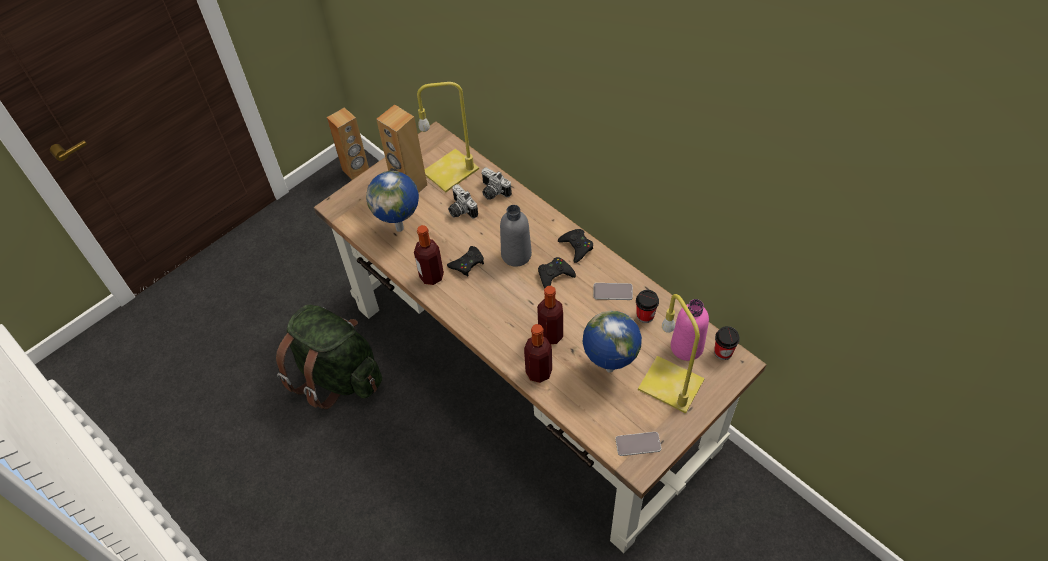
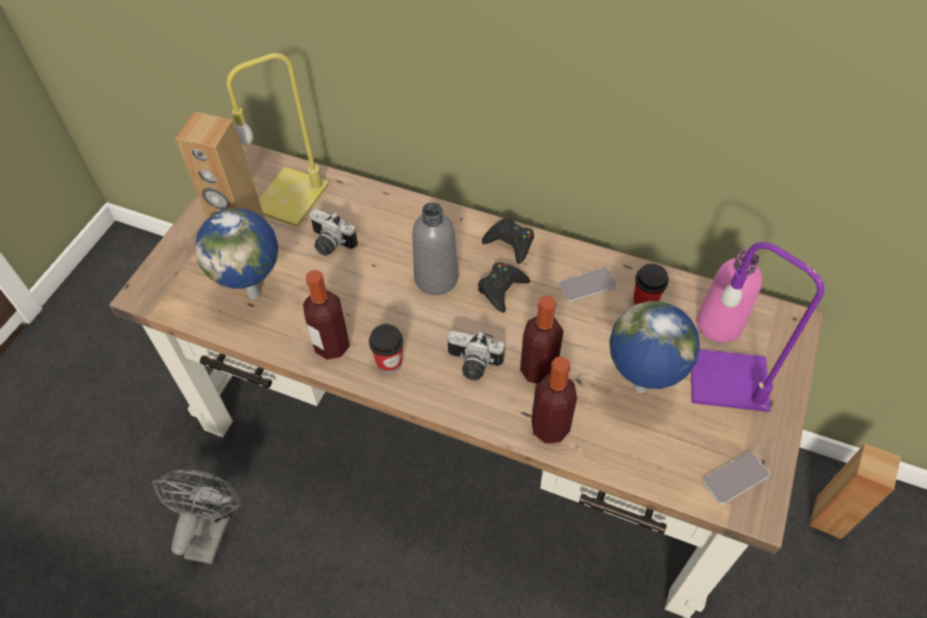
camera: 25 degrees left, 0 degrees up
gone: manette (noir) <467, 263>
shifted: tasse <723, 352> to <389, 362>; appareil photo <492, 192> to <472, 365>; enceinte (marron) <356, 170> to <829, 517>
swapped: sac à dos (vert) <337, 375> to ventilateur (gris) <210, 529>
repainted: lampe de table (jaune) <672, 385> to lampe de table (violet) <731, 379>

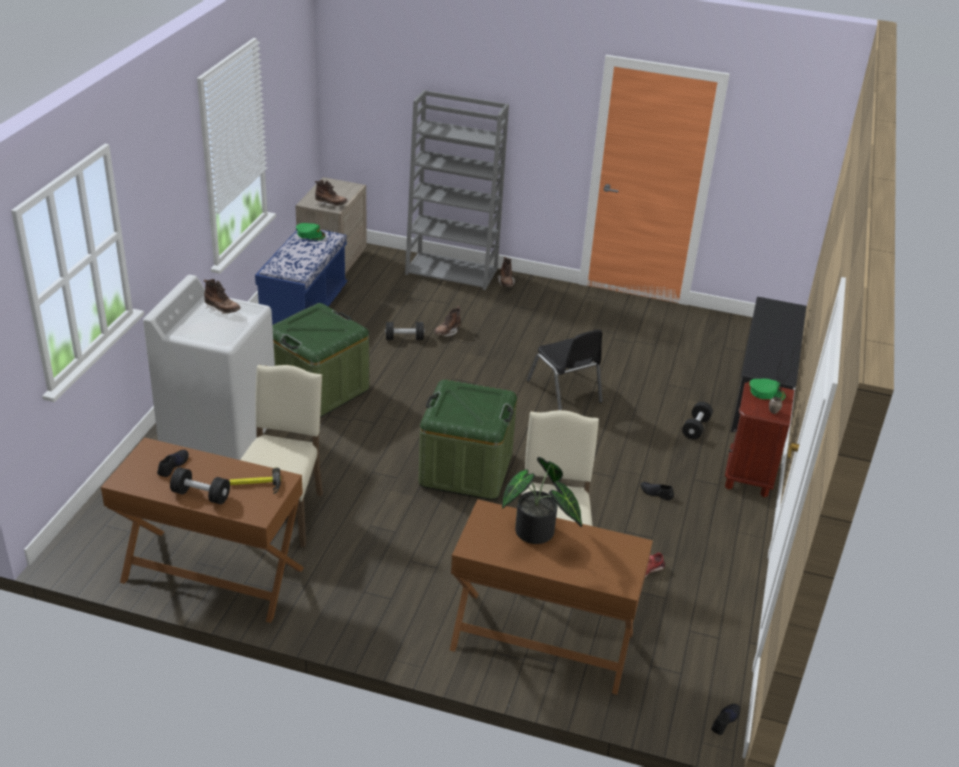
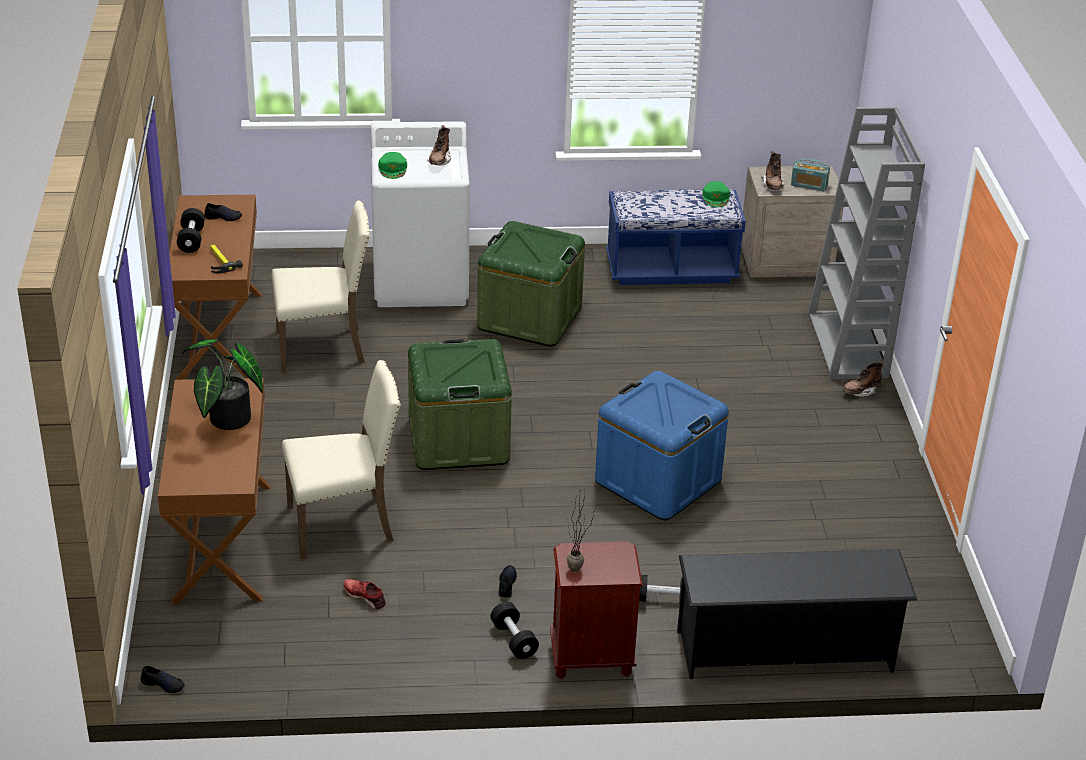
camera: 70 degrees right, 0 degrees up
gone: botte (marron) <447, 332>
new: radio <809, 185>
shifted: casquette (vert) <766, 392> to <393, 169>; haltère (noir) <404, 338> to <514, 640>
swapped: chaise (noir) <564, 391> to boîte de rangement (bleu) <658, 481>

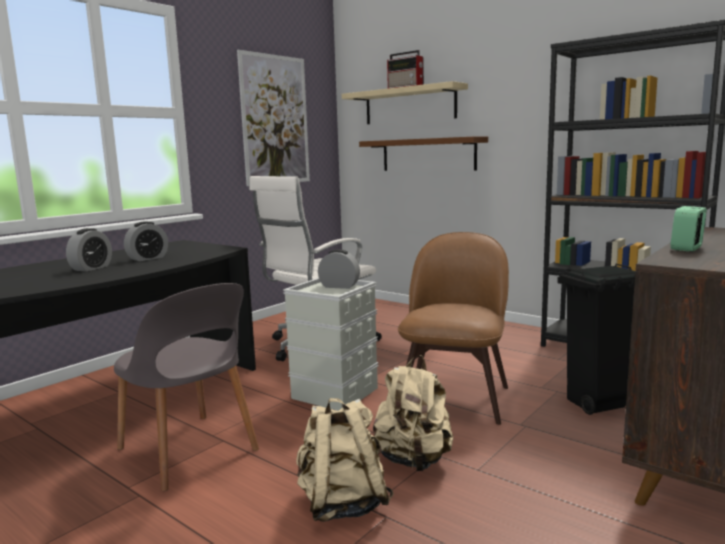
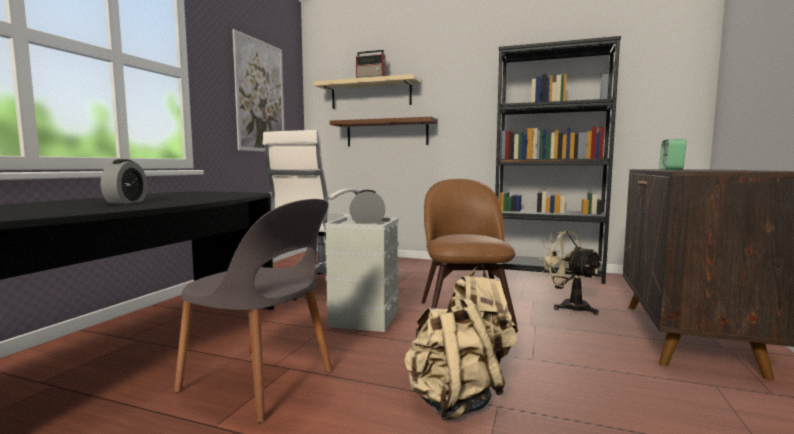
camera: 20 degrees left, 5 degrees down
gone: réveil <148, 258>
swapped: poubelle (noir) <597, 404> to ventilateur (beige) <568, 306>

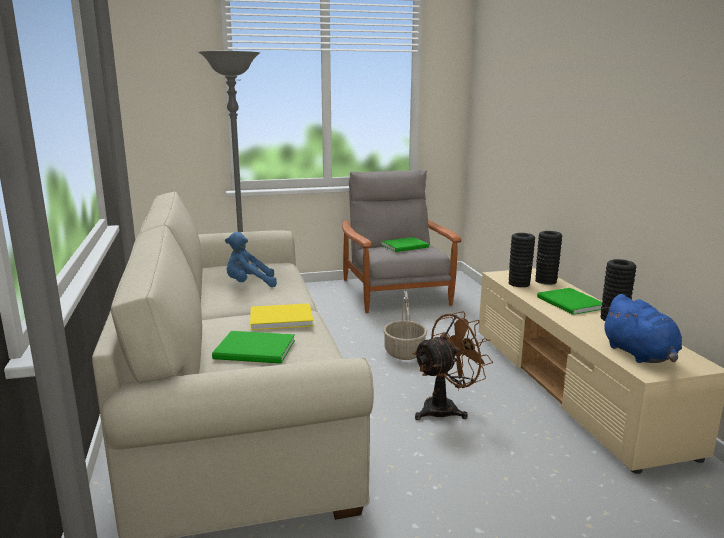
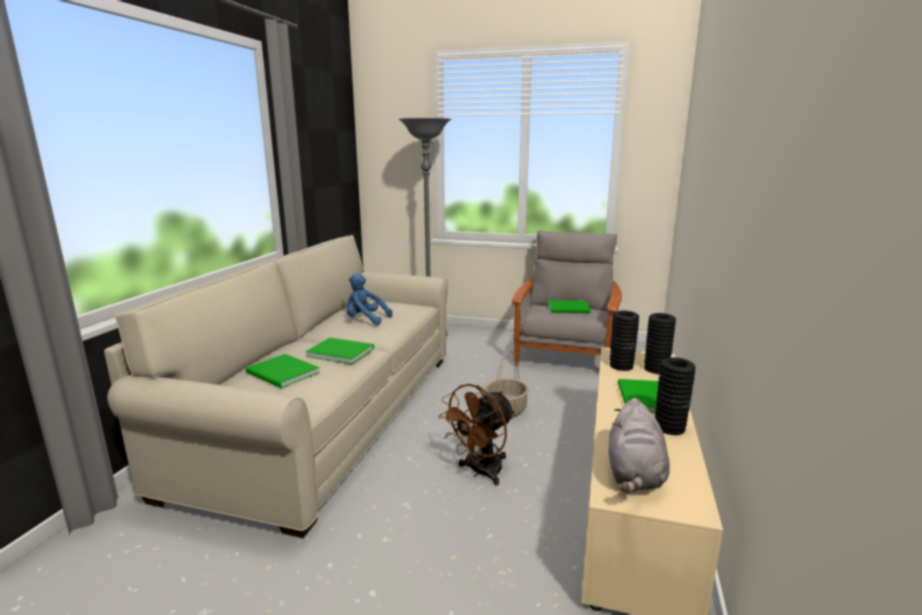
camera: 30 degrees right, 0 degrees up
repainted: livre (jaune) <279, 318> to livre (vert) <340, 351>; peluche (bleu) <640, 355> to peluche (gris) <634, 475>
rotated: ventilateur (marron) <446, 408> = <480, 472> 135 degrees clockwise

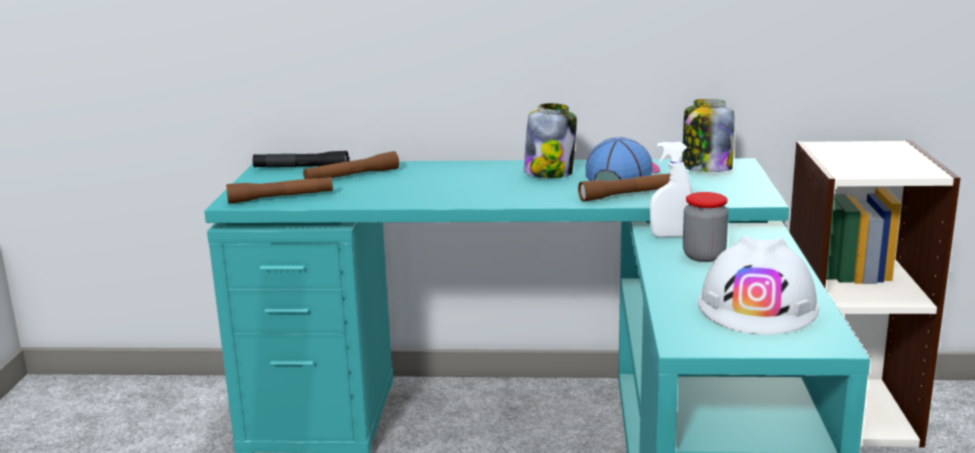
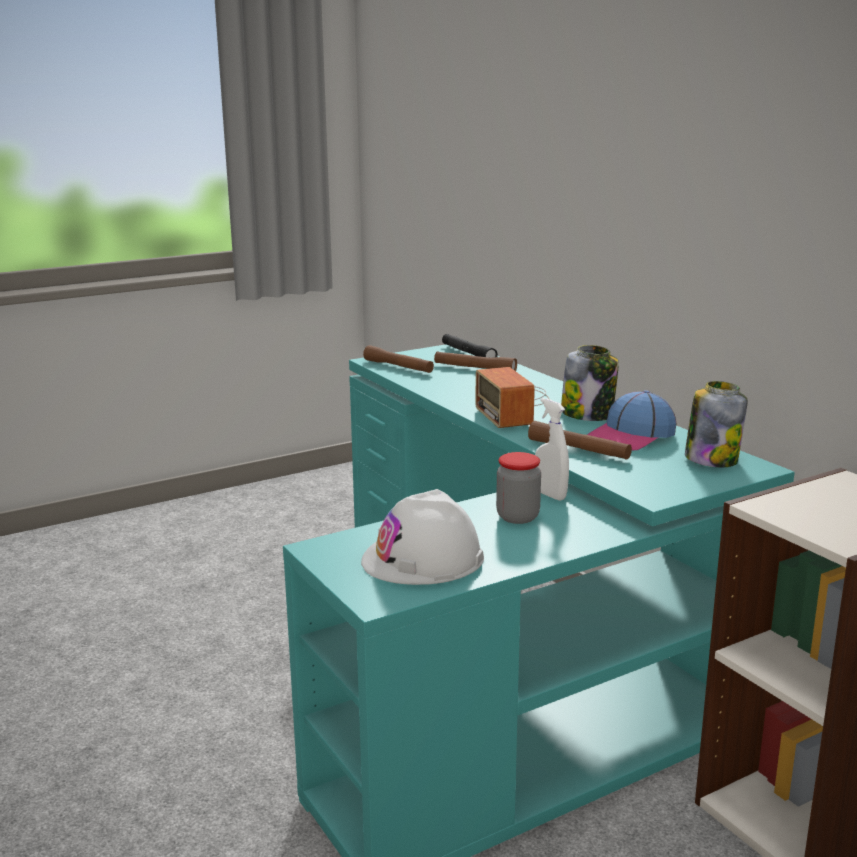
camera: 55 degrees right, 0 degrees up
new: radio <514, 404>
rotated: casquette <622, 174> = <631, 436> 150 degrees clockwise

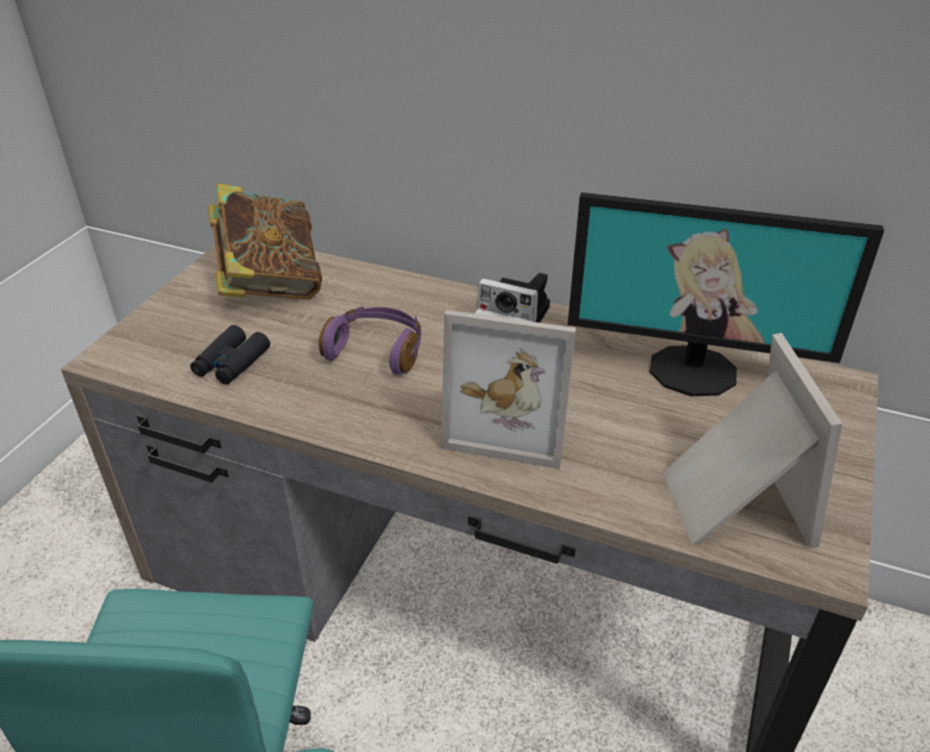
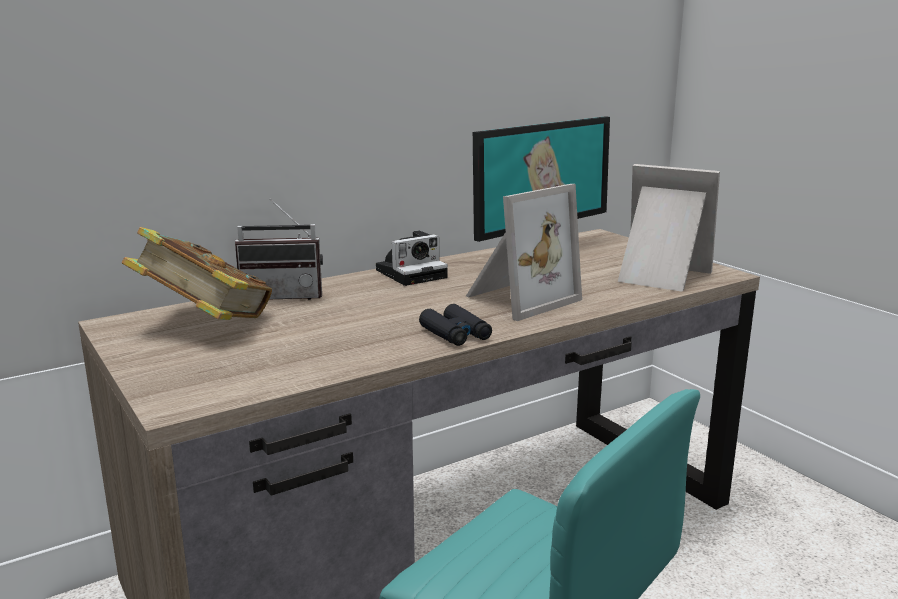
camera: 55 degrees left, 20 degrees down
gone: casque audio (violet) <376, 350>
new: radio <283, 295>
shifted: jumelles (noir) <231, 363> to <455, 334>

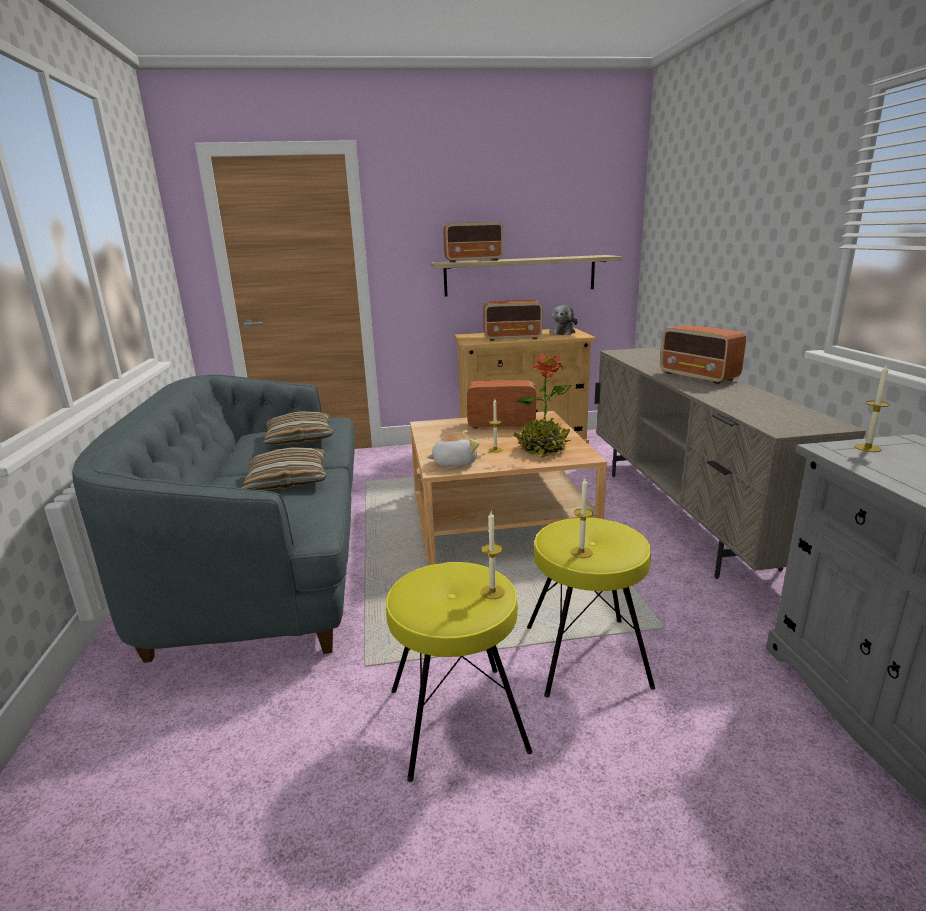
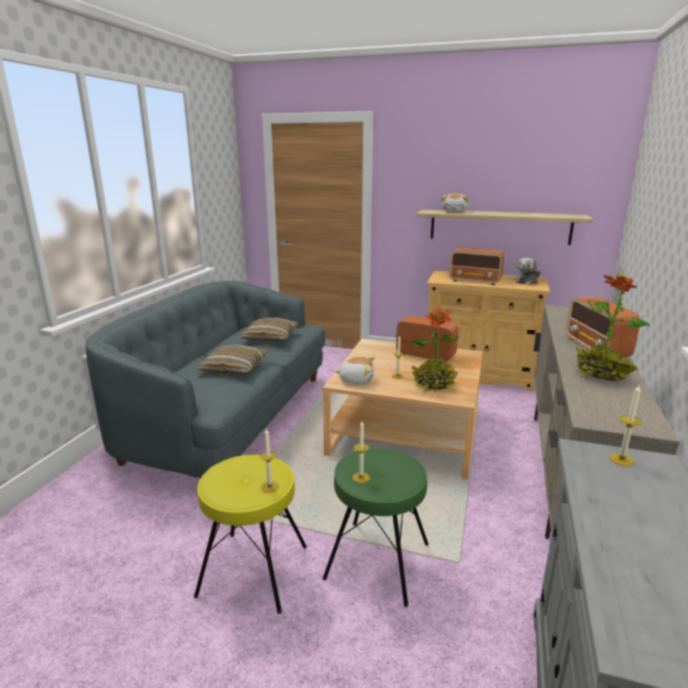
camera: 25 degrees right, 0 degrees up
new: plante en pot <601, 375>
swapped: radio <474, 261> to peluche <455, 212>
repainted: tabouret (jaune) <585, 655> to tabouret (vert) <377, 560>

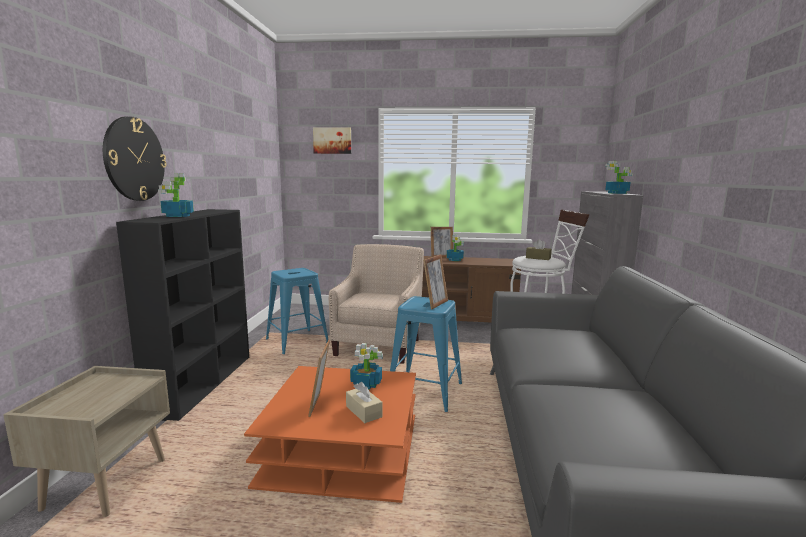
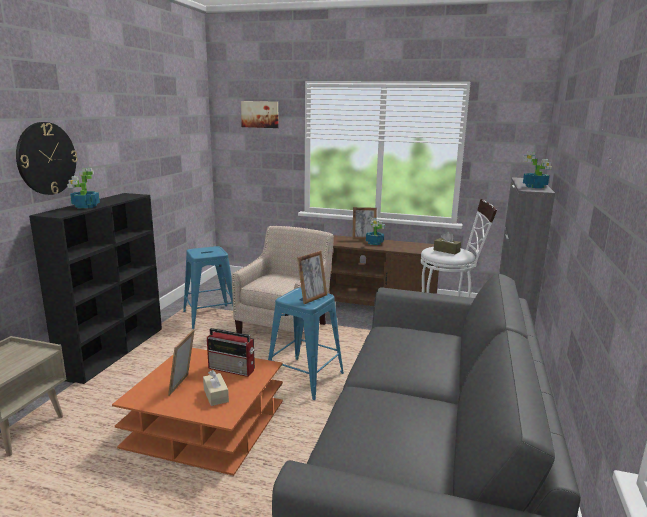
camera: 10 degrees right, 5 degrees up
swapped: plante en pot <366, 383> to radio <232, 369>

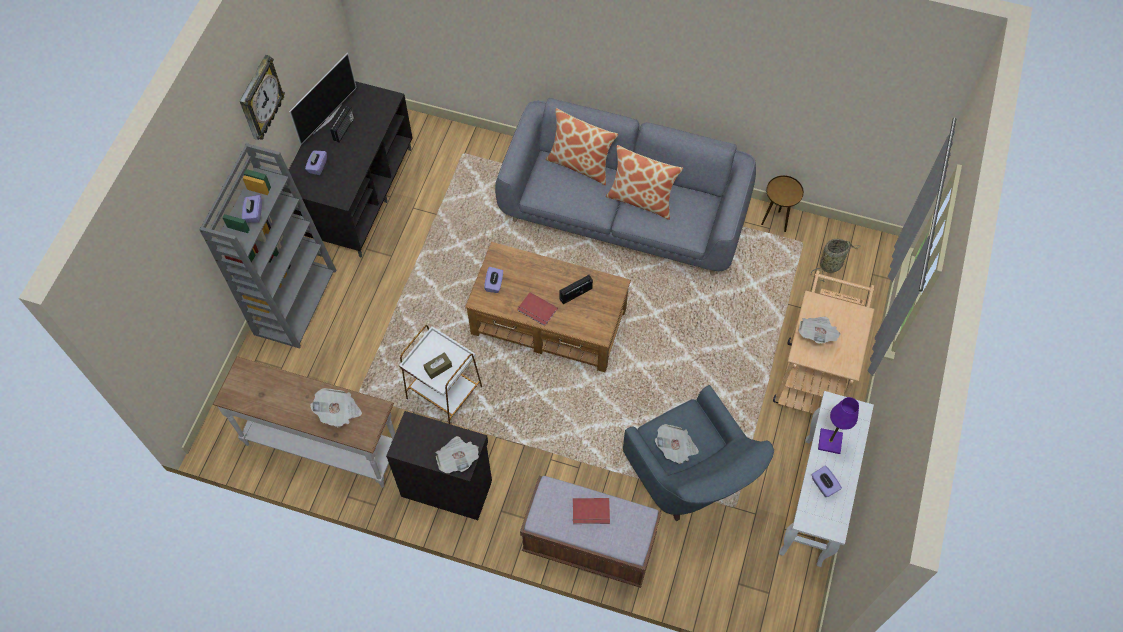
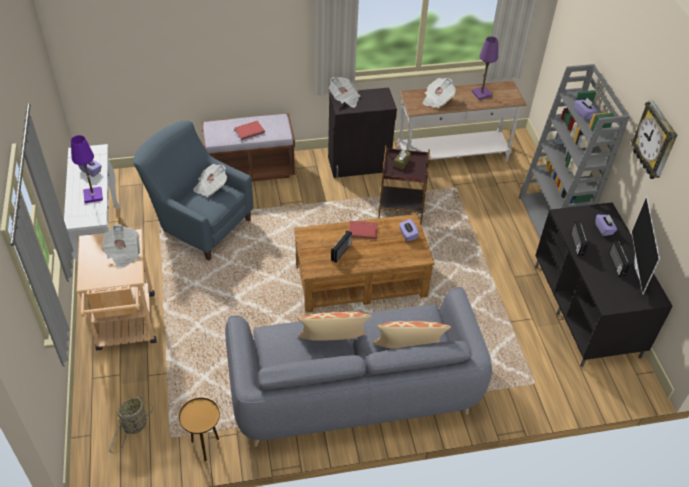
camera: 150 degrees right, 15 degrees down
new: lampe de table (violet) <481, 94>; radio <576, 244>
repainted: table d'appoint (blanc) <444, 392> to table d'appoint (marron) <401, 209>

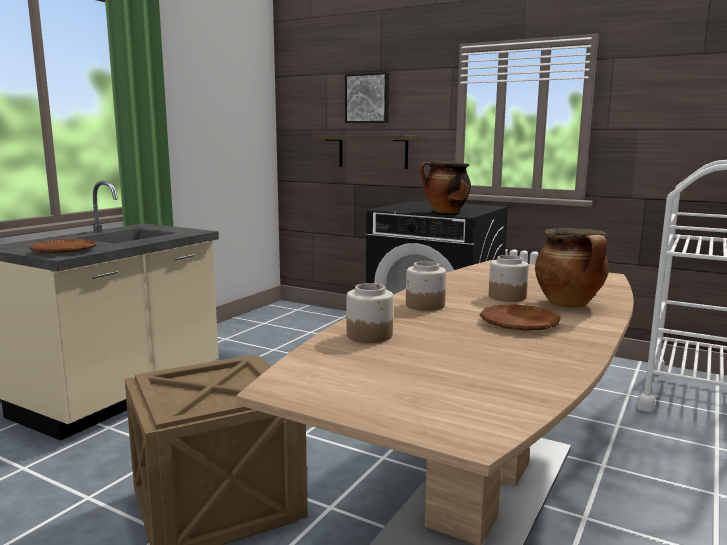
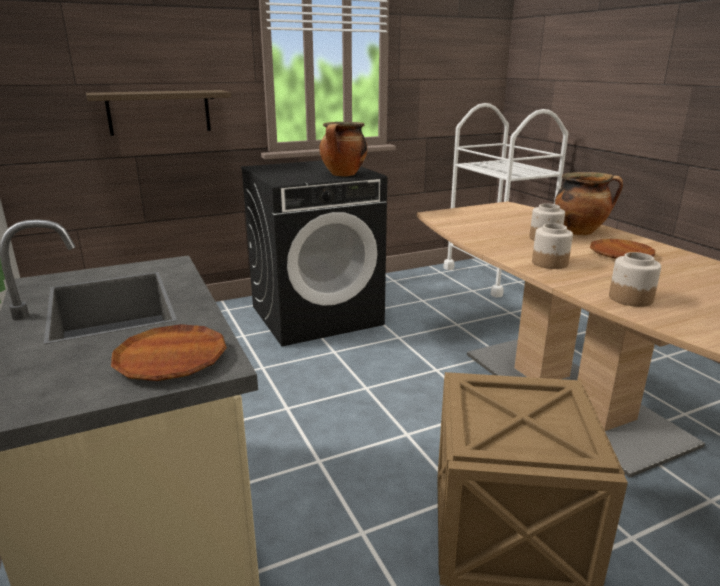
camera: 55 degrees left, 10 degrees up
gone: tableau <367, 98>

